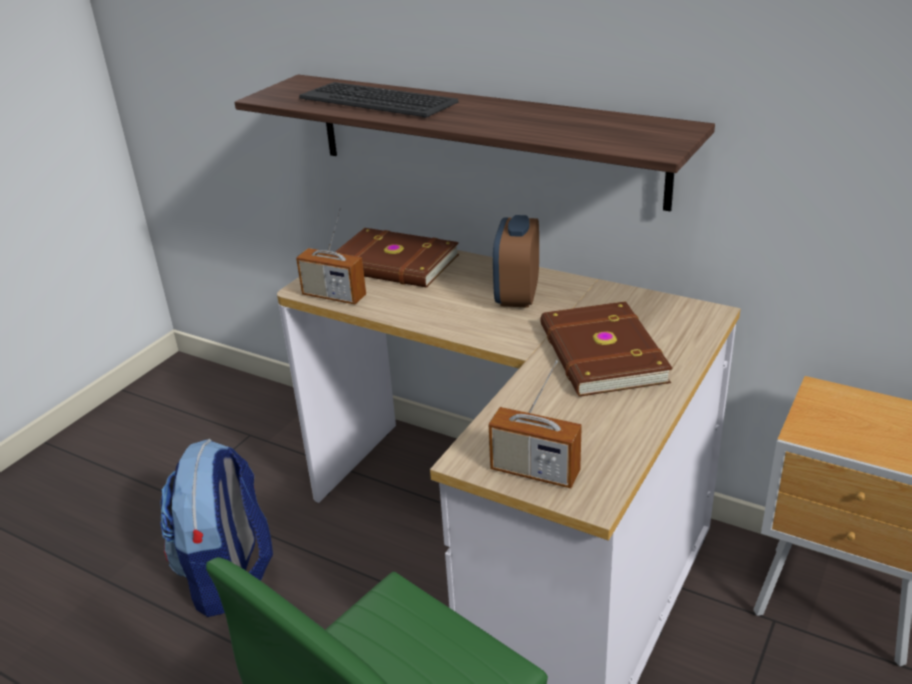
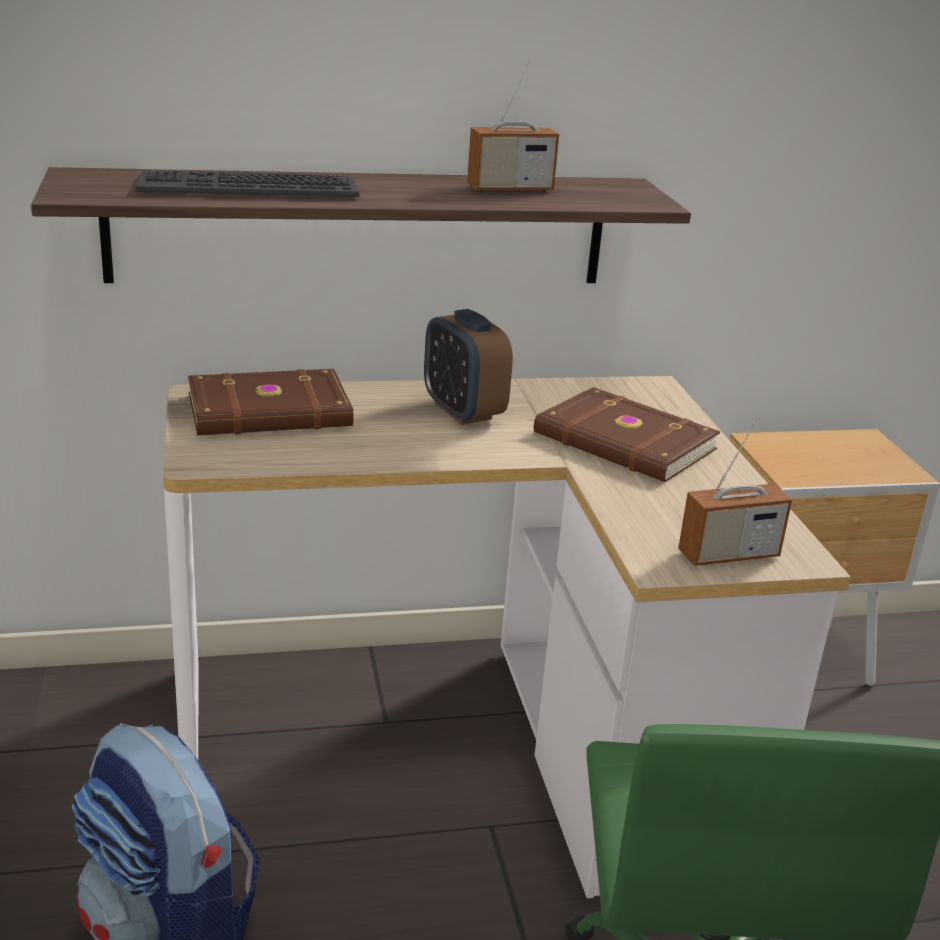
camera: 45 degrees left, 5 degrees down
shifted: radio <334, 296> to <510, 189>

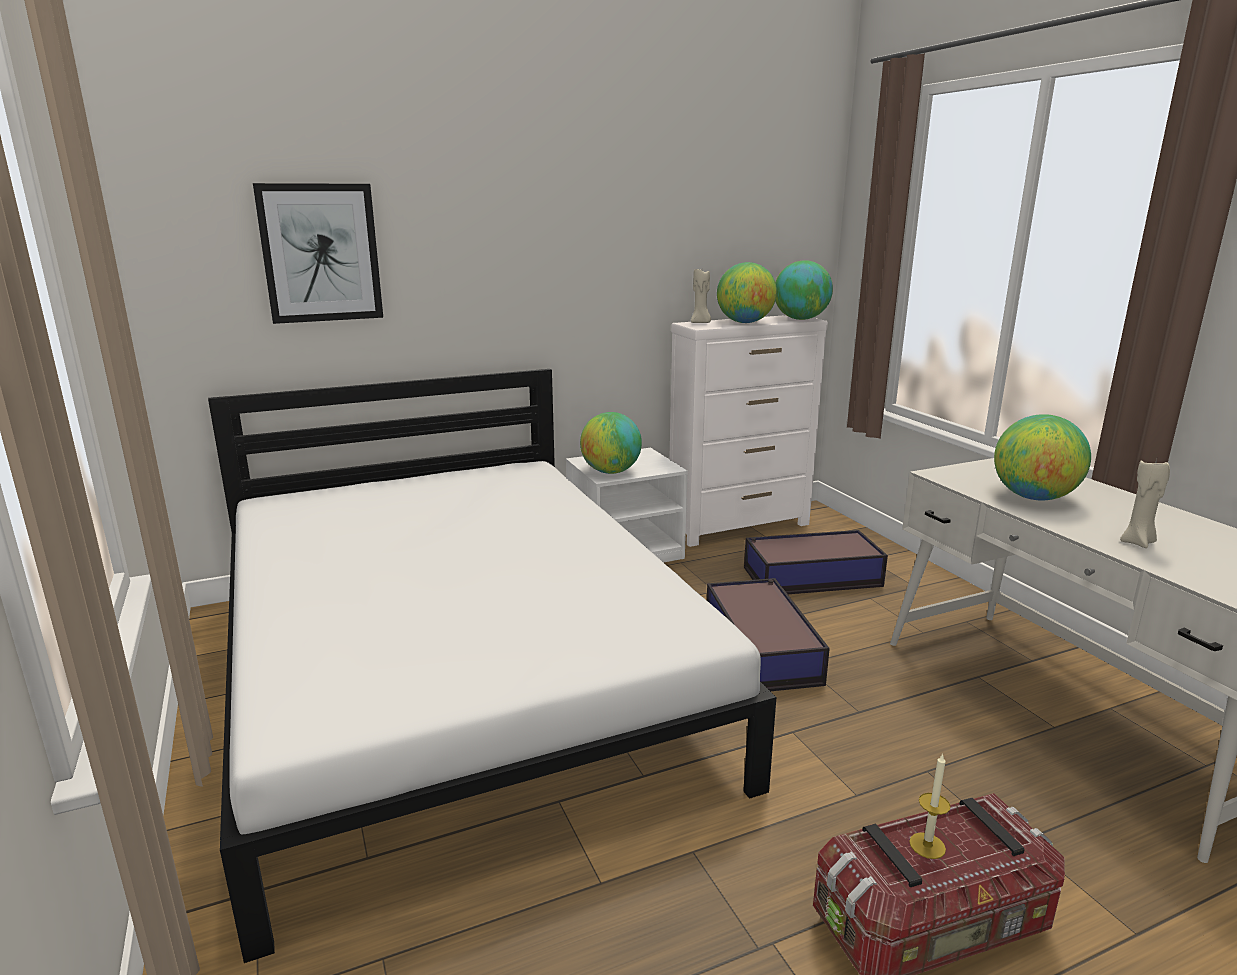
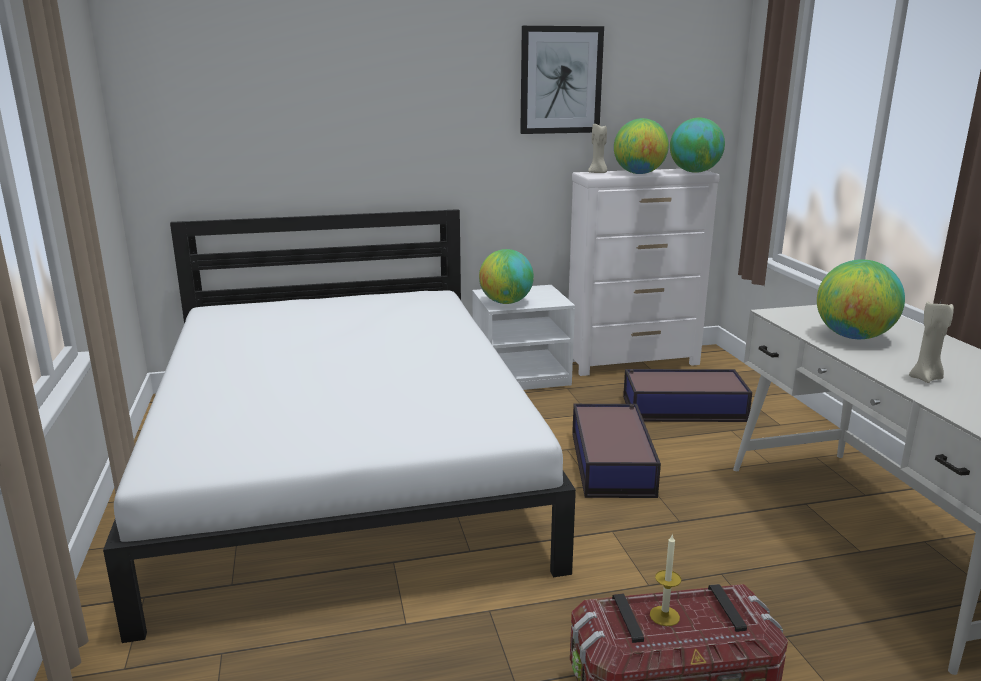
camera: 10 degrees right, 0 degrees up
shifted: tableau <320, 253> to <560, 80>

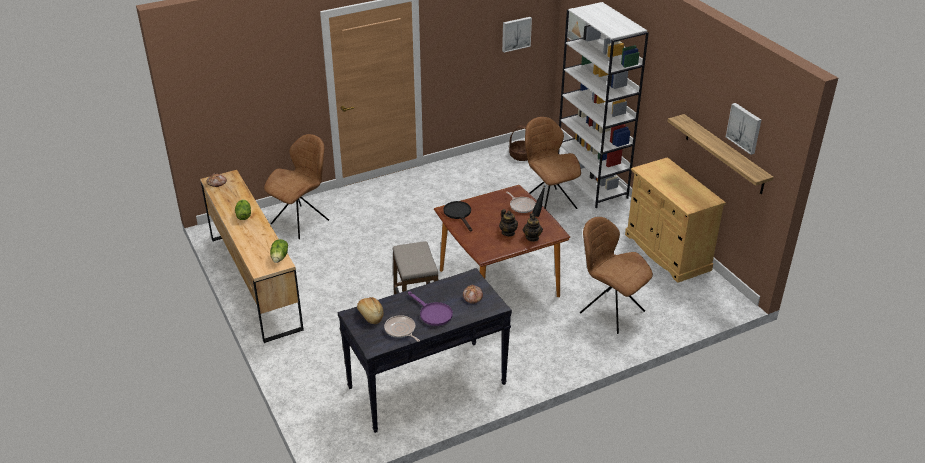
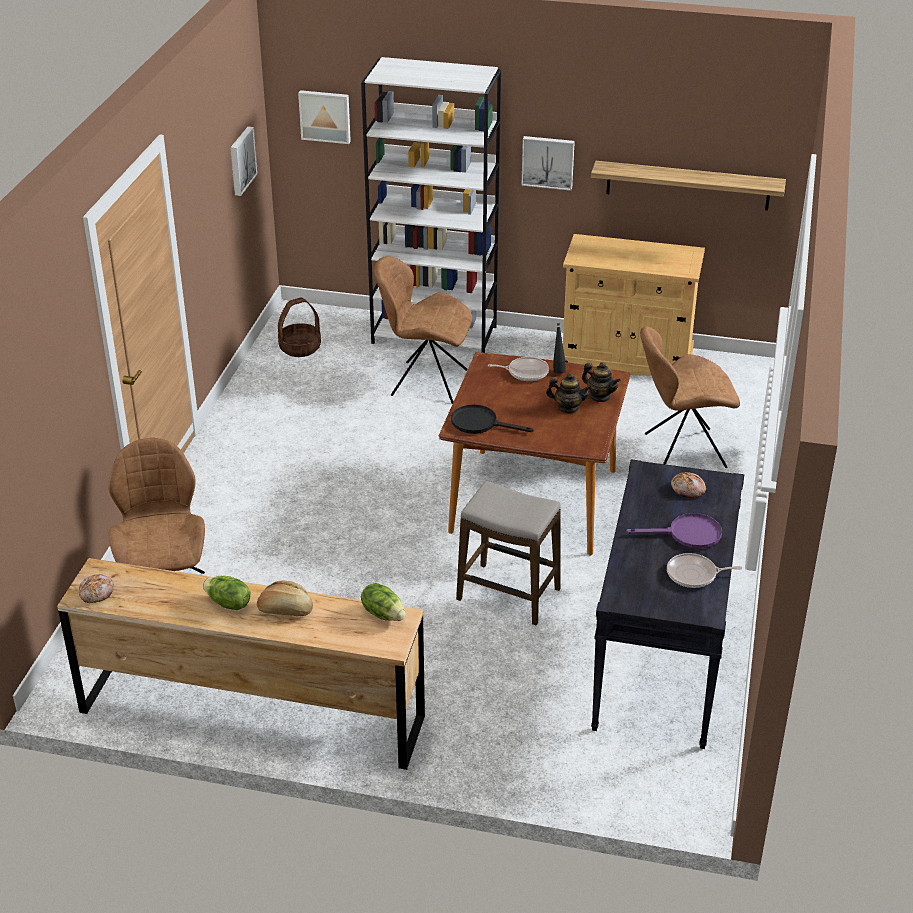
camera: 50 degrees left, 0 degrees up
shifted: pain <370, 315> to <285, 610>; tableau <744, 128> to <548, 162>

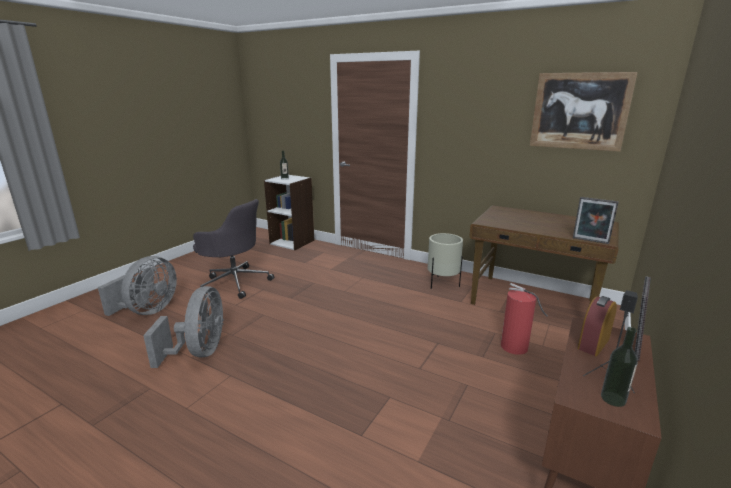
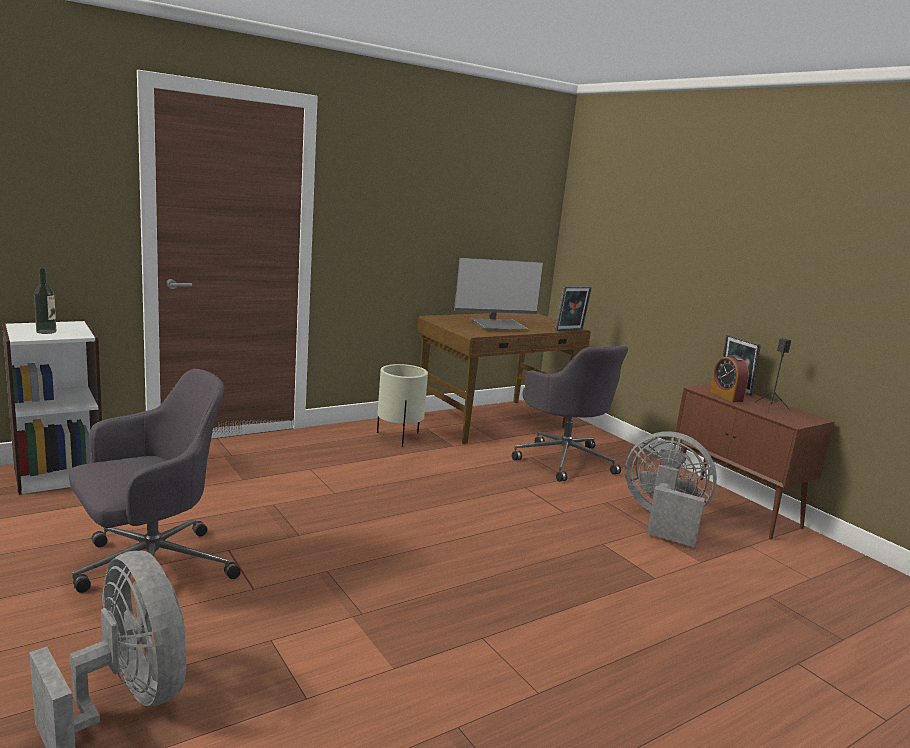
camera: 65 degrees left, 5 degrees down
gone: tableau <579, 111>; bouteille <613, 399>
new: écran d'ordinateur <498, 325>
shifted: ventilateur (gris) <199, 352> to <663, 520>
swapped: extincteur <515, 347> to chaise de bureau (gris) <563, 460>

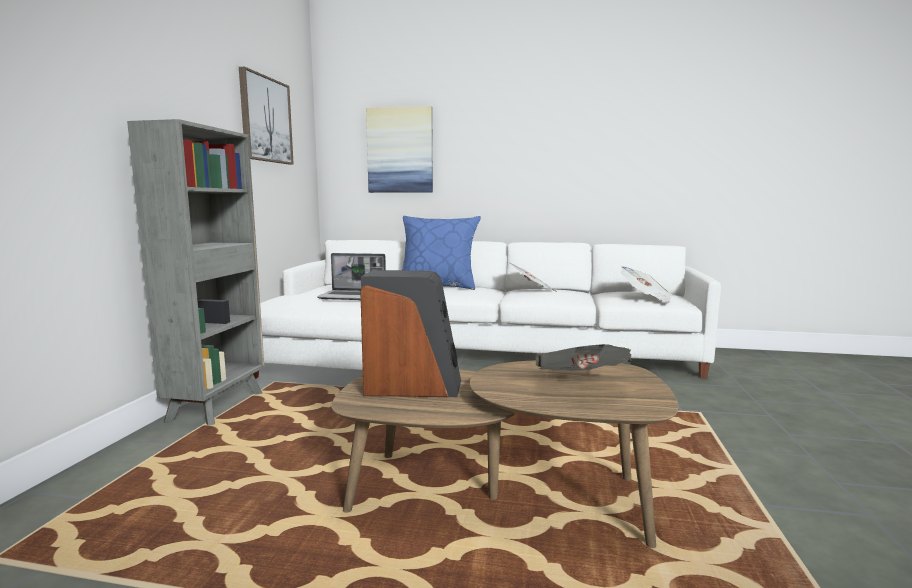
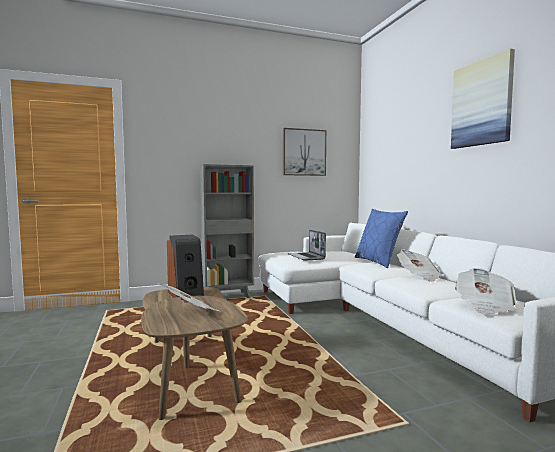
camera: 60 degrees right, 5 degrees down
shifted: tableau <400, 150> to <481, 103>

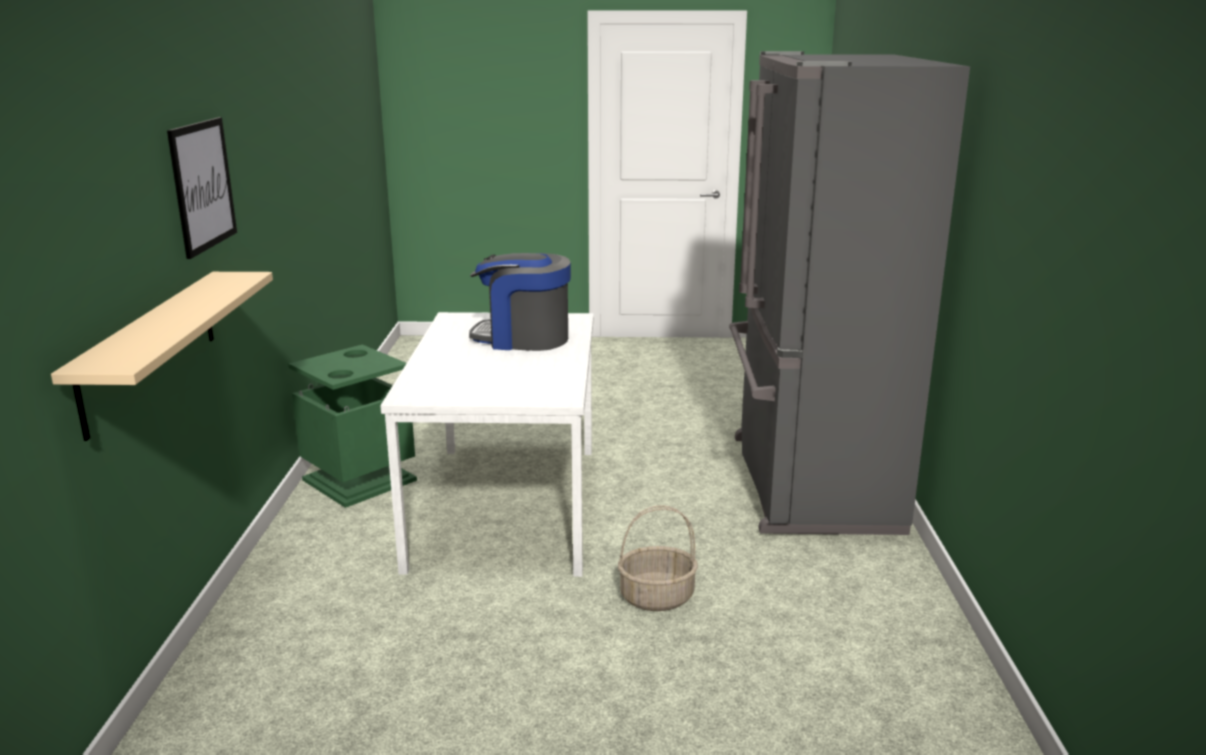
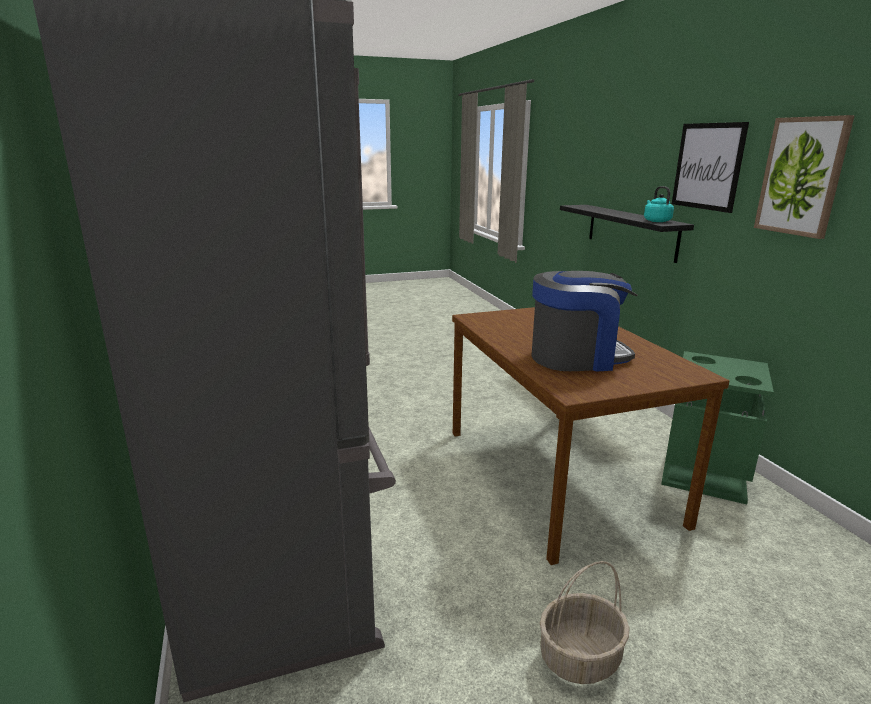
camera: 160 degrees right, 0 degrees up
new: bouilloire (turquoise) <656, 221>; tableau <802, 176>
shifted: panier <657, 597> to <579, 658>
repainted: table à manger (blanc) <508, 506> to table à manger (marron) <555, 474>; étagère (beige) <150, 349> to étagère (noir) <631, 231>

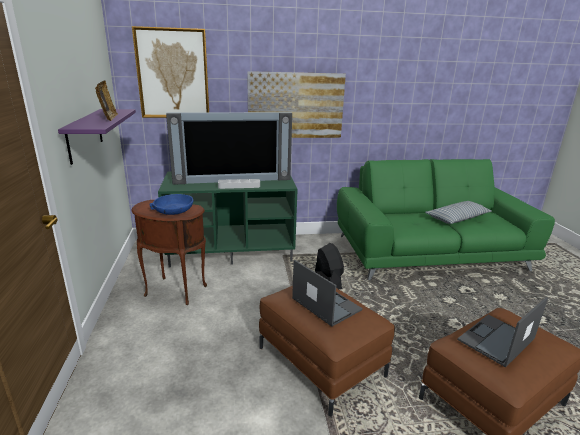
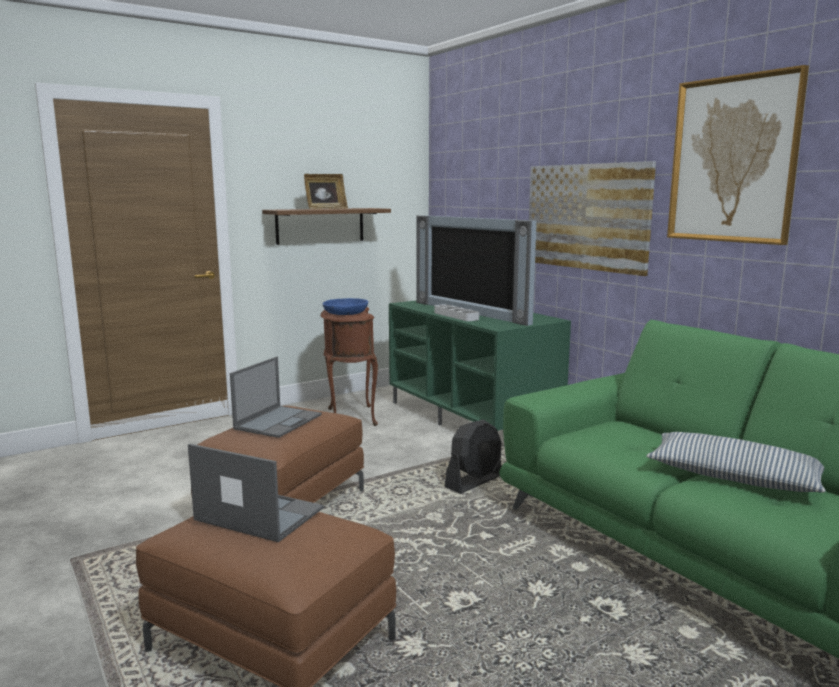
camera: 65 degrees right, 10 degrees down
shifted: tableau <173, 74> to <733, 160>
repainted: étagère (violet) <84, 135> to étagère (marron) <320, 225>

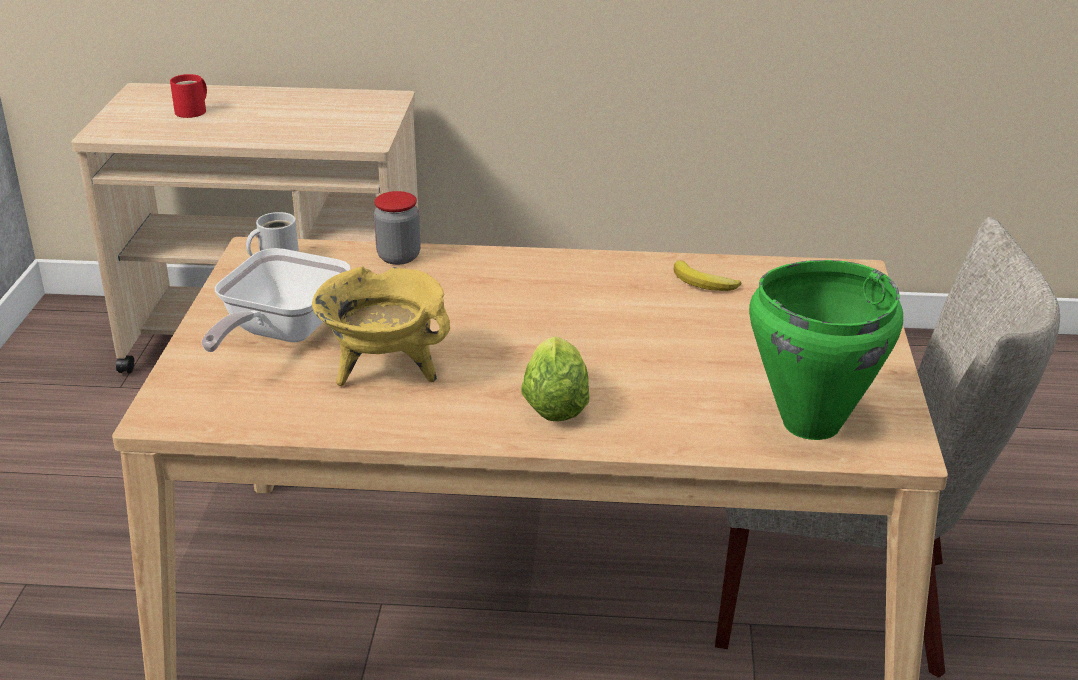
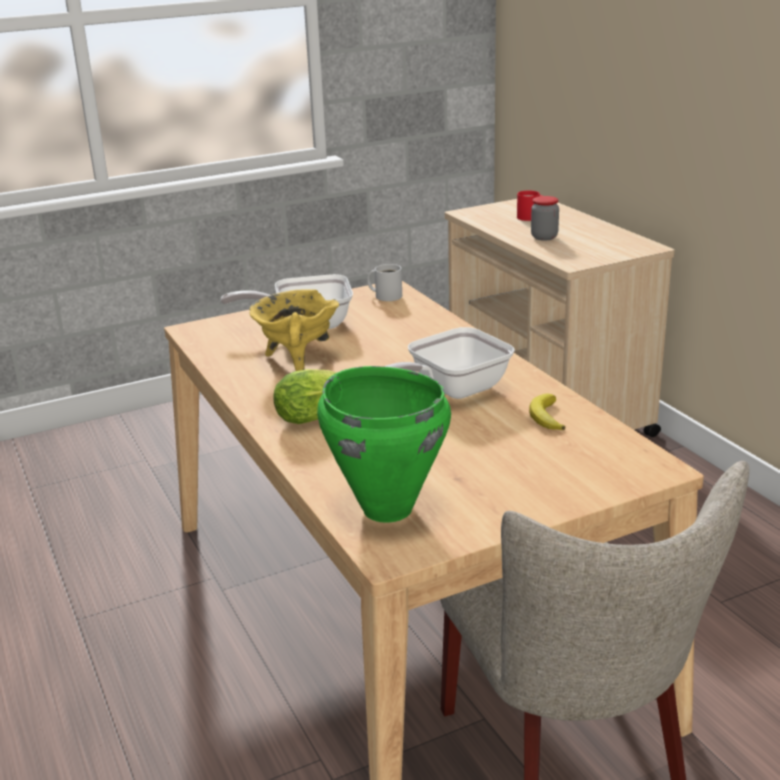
camera: 60 degrees right, 5 degrees down
new: poêle <450, 390>
shifted: bocal <398, 257> to <544, 237>

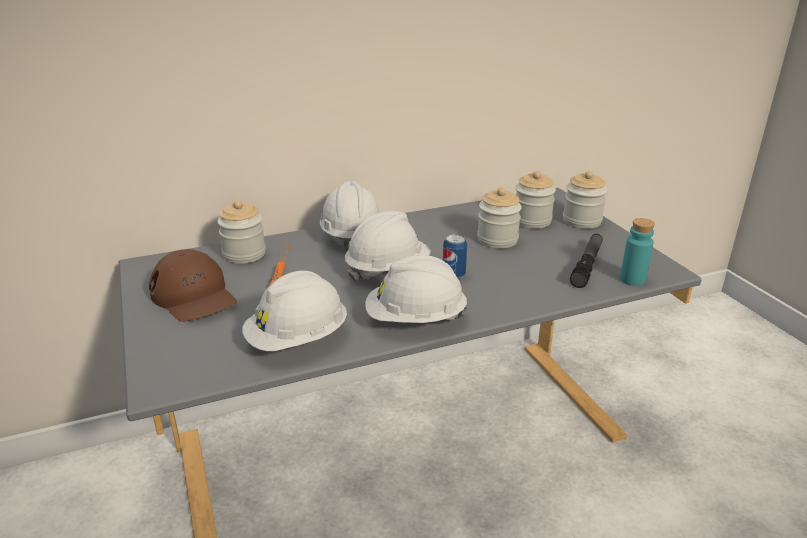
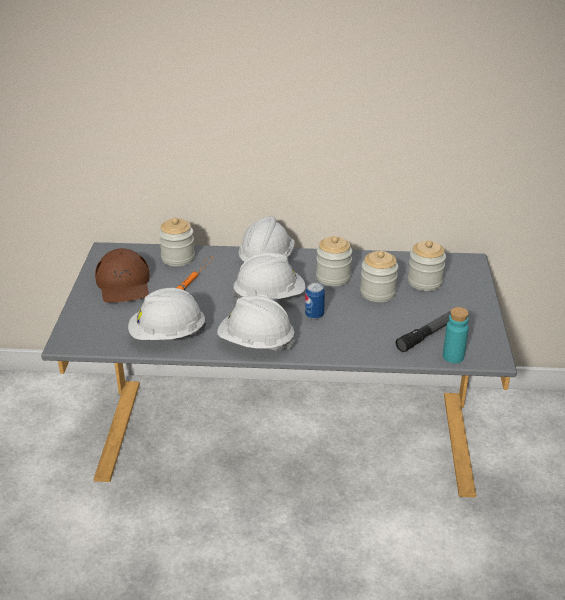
camera: 25 degrees right, 5 degrees up
shifted: bocal <582, 221> to <333, 277>

